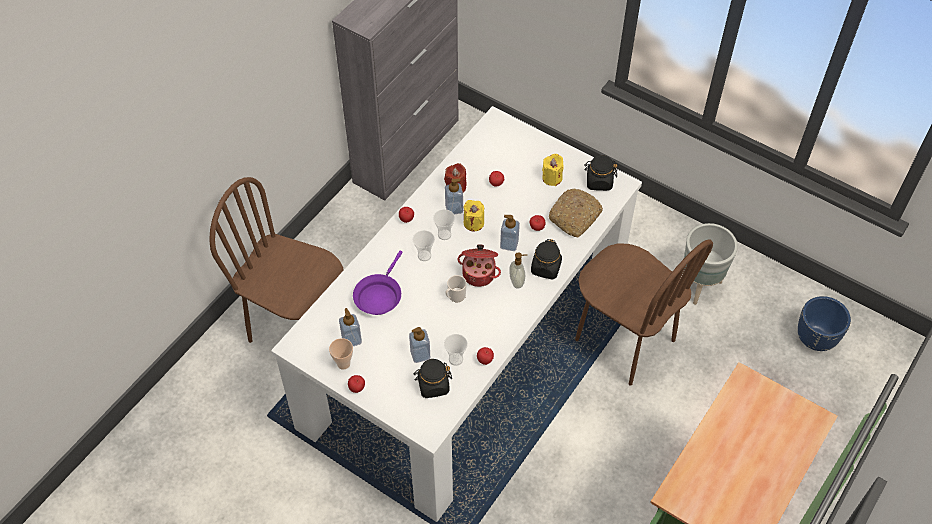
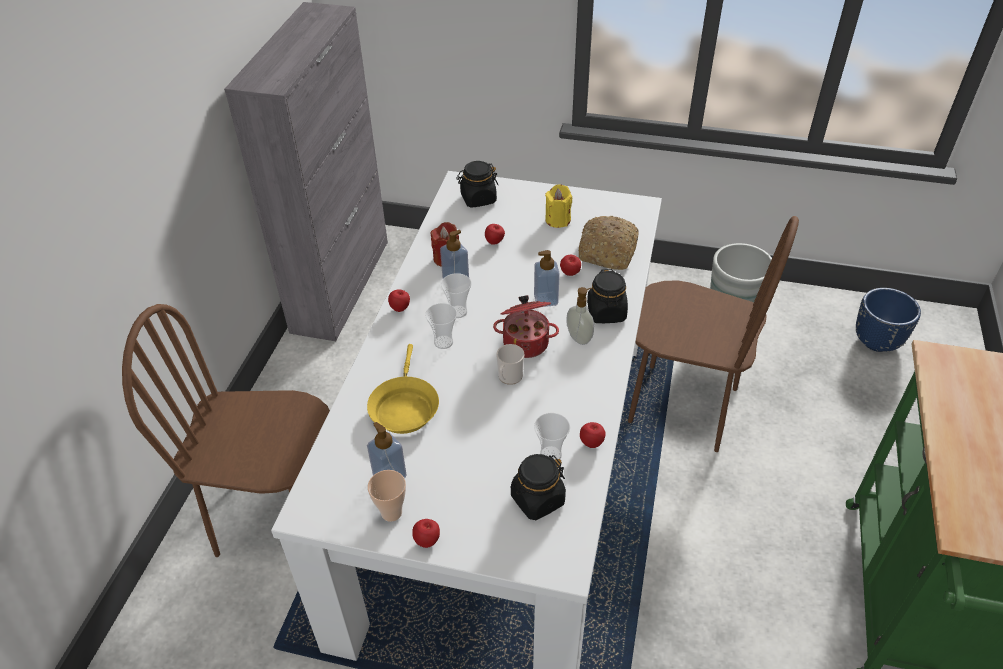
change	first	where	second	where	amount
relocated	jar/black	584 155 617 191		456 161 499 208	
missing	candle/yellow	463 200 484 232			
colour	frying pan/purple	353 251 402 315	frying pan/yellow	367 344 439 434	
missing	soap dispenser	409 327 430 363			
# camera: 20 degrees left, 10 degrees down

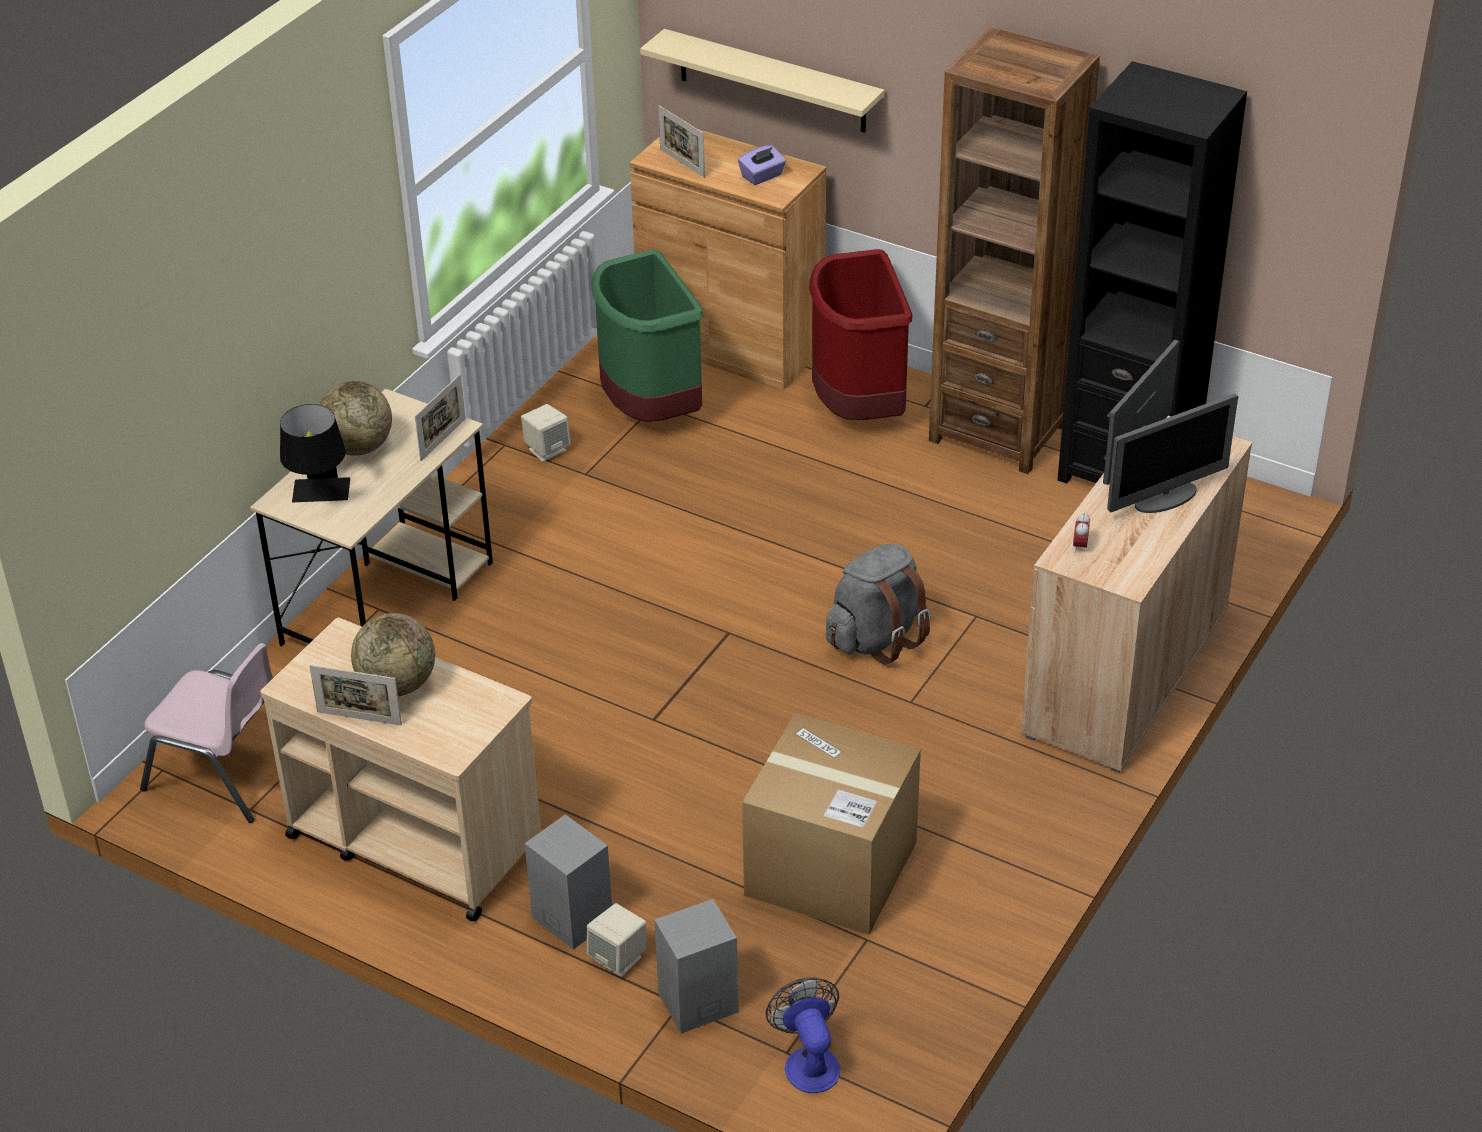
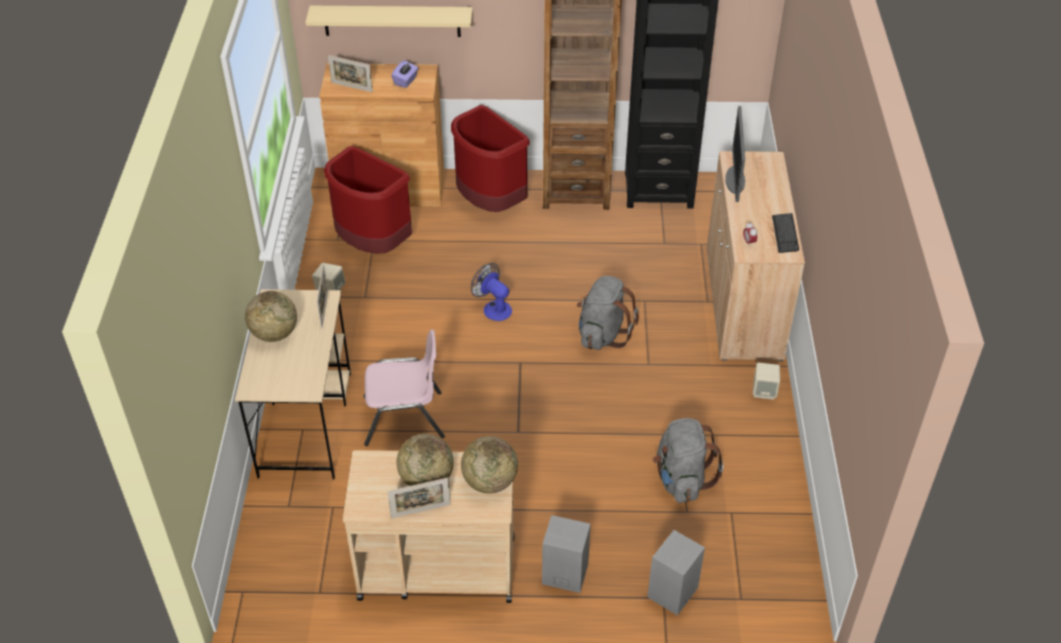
change	first	where	second	where	amount
colour	trash can/green	591 249 703 422	trash can/red	324 146 412 254	
missing	monitor	1107 393 1238 513			
missing	table lamp/black	280 404 350 502			
relocated	chair/pink	140 643 273 823		363 329 445 446	
exchanged	cardboard box	742 713 921 935	backpack/grey	653 418 724 503	
relocated	speaker/beige	587 903 646 977		753 362 780 400	
relocated	fan	766 977 840 1093		471 263 512 321	
appeared			keyboard	772 213 799 253	
appeared			globe	461 436 518 494	
# camera: 30 degrees left, 5 degrees up

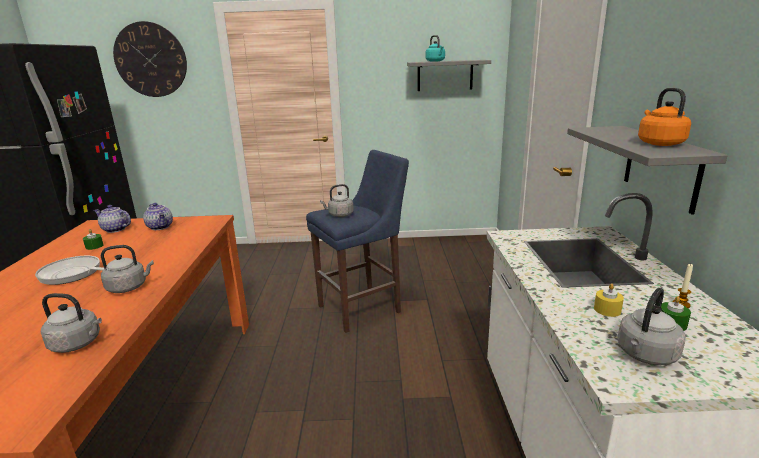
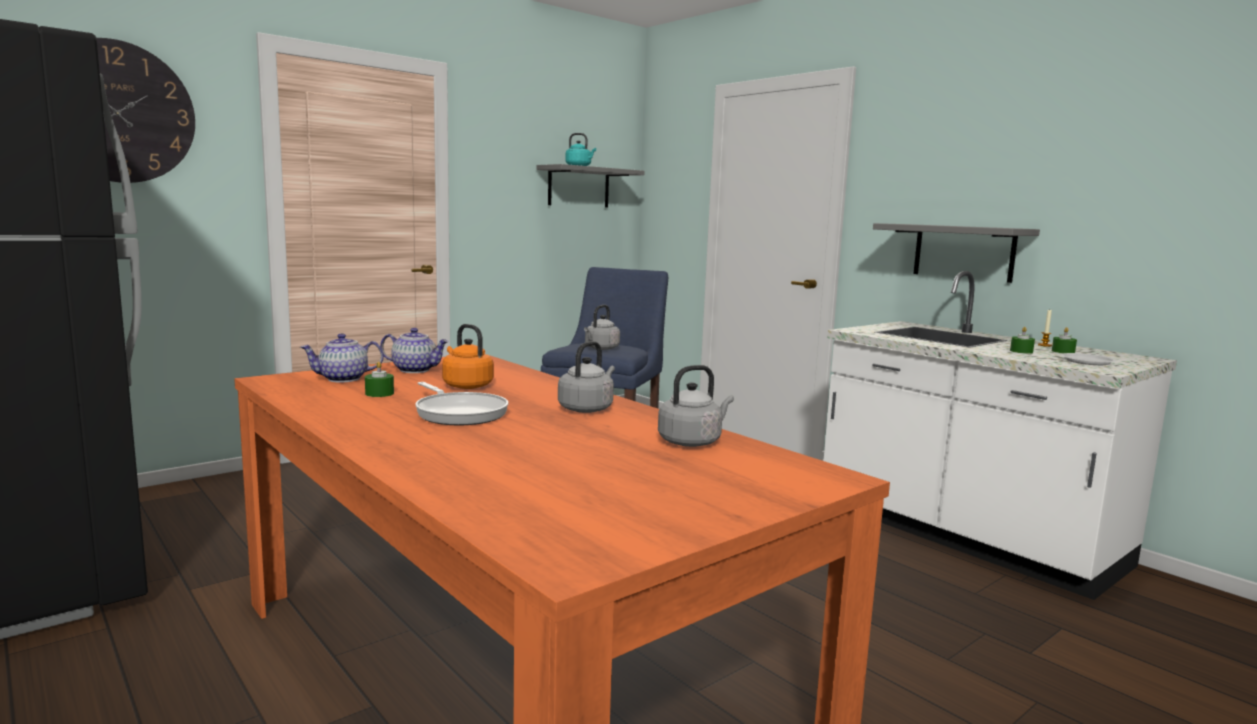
change	first	where	second	where	amount
relocated	kettle/orange	638 88 691 146		442 324 494 389	
spun	frying pan	35 256 104 285		415 382 509 426	105 degrees counterclockwise
colour	candle/yellow	594 283 624 317	candle/green	1010 327 1035 354	
exchanged	kettle/grey	617 288 686 365	plate/white	1061 353 1116 365	
# camera: 40 degrees left, 10 degrees down

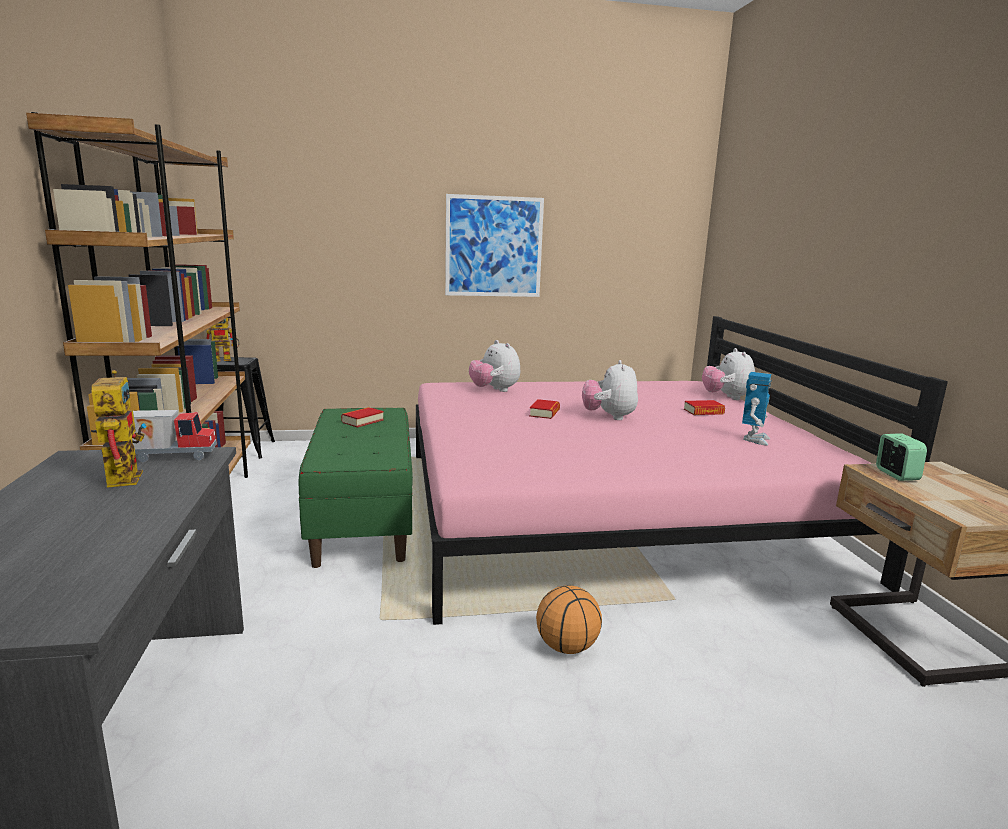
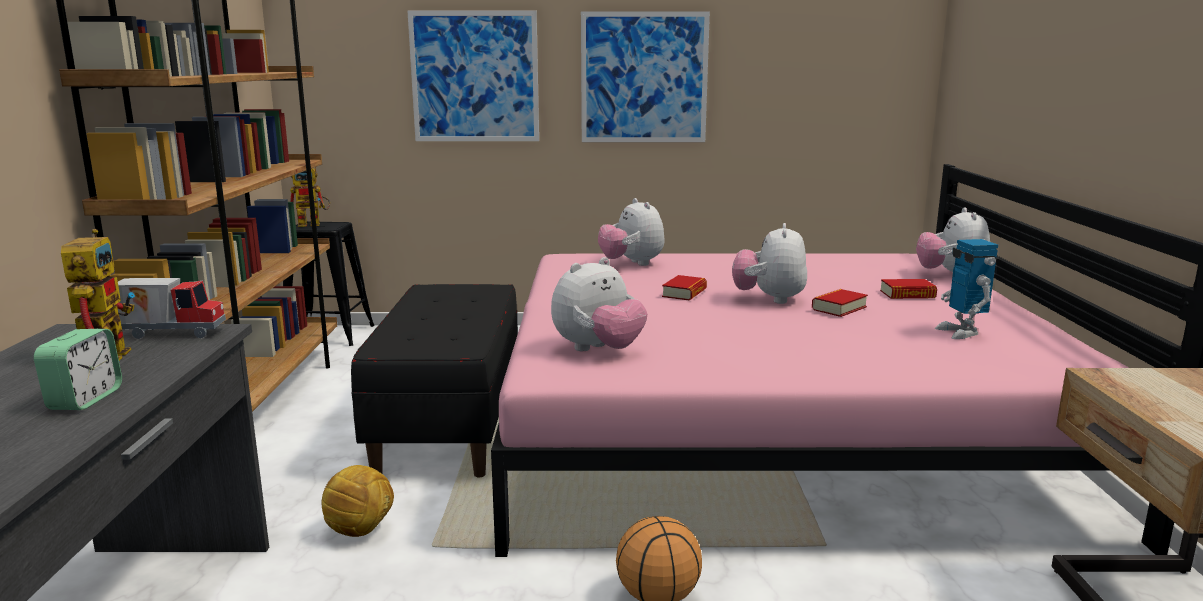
change	first	where	second	where	amount
spun	toy robot	742 372 771 446		935 239 998 339	135 degrees clockwise
relocated	book	341 407 384 428		812 289 868 317	
colour	bench/green	299 408 413 568	bench/black	351 284 518 477	
relocated	alarm clock	876 434 927 481		34 329 122 410	
appeared			picture	407 11 539 141	
appeared			plush toy	551 257 647 351	
appeared			football	322 465 394 537	
# camera: 10 degrees right, 0 degrees up

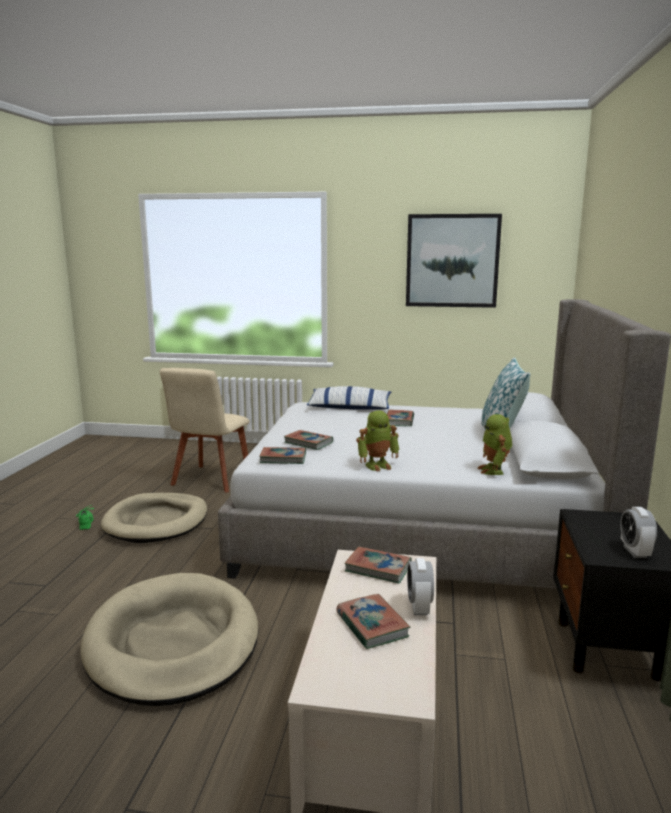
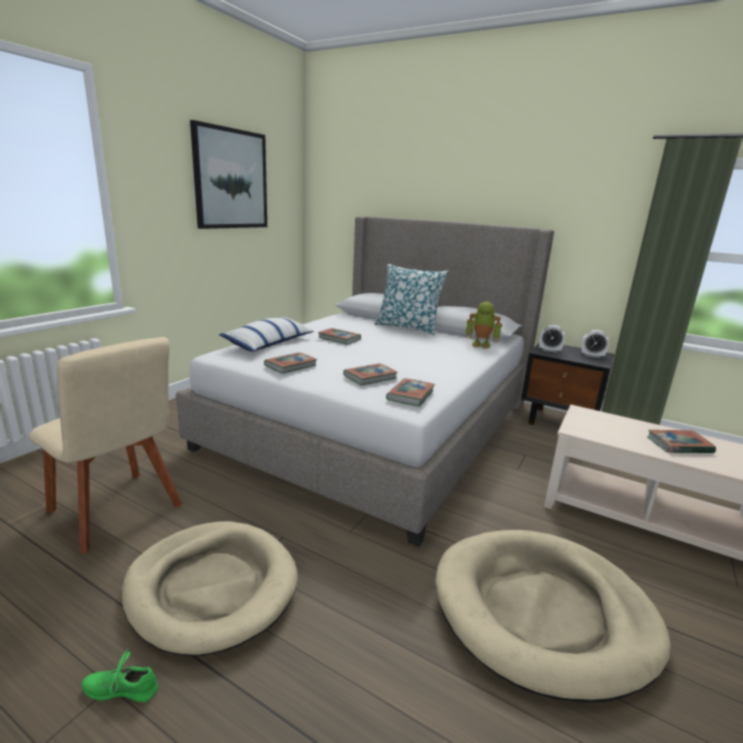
change	first	where	second	where	amount
missing	toy robot	356 410 399 472			
relocated	book	345 547 412 584		264 352 317 374	
relocated	alarm clock	407 558 434 615		539 325 565 353	
# camera: 70 degrees left, 5 degrees up

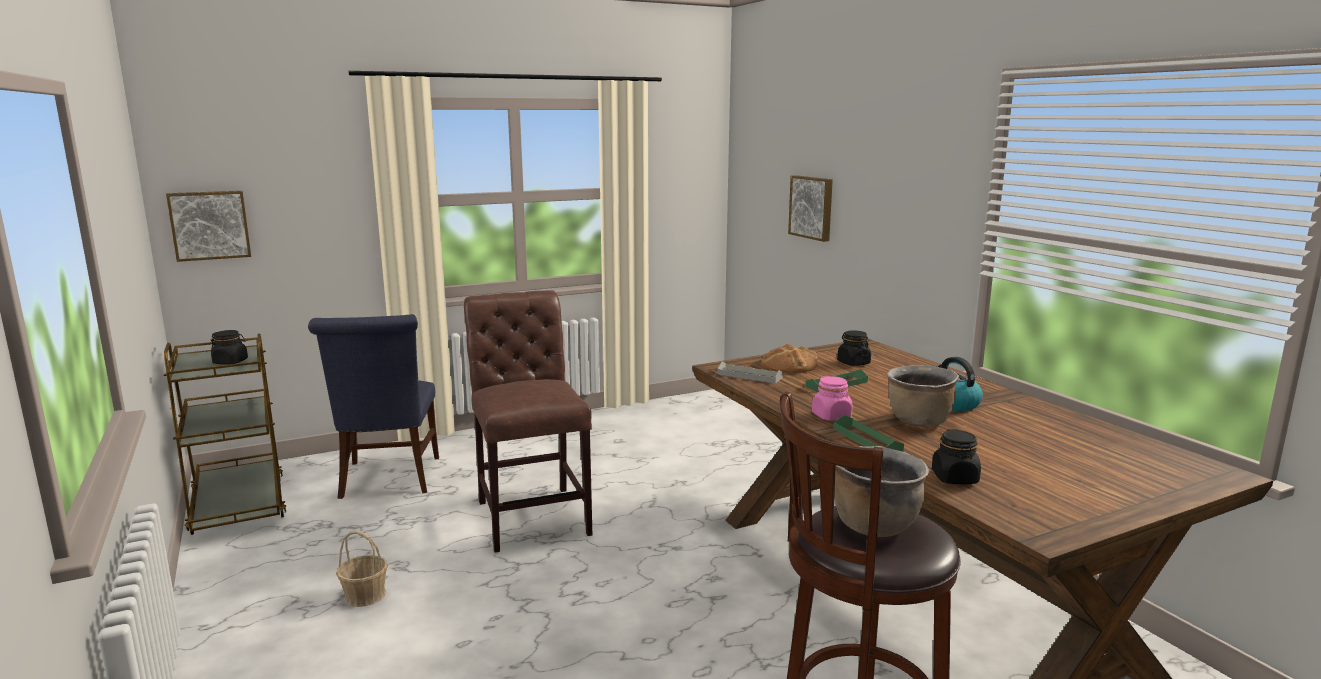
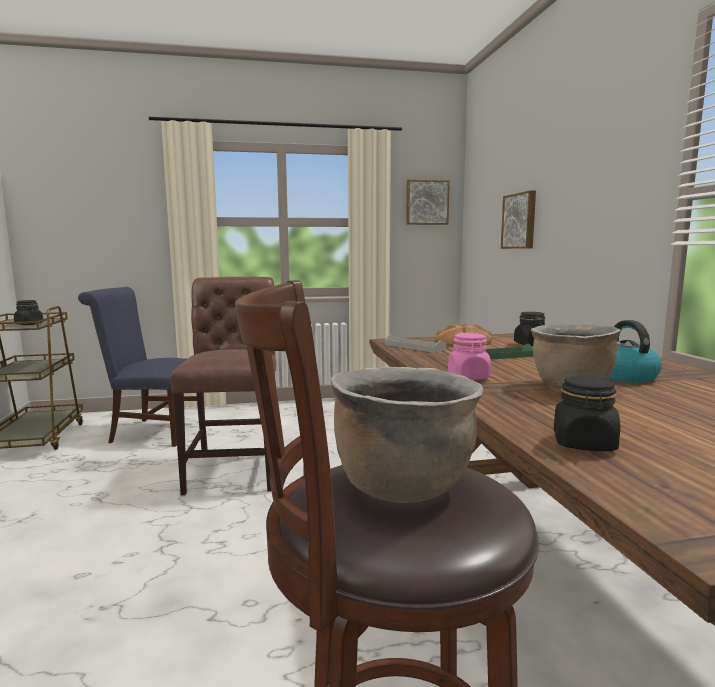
change	first	where	second	where	amount
relocated	picture	166 191 251 262		406 180 450 225	
spun	chair/blue	308 314 439 499		78 287 205 447	90 degrees clockwise
missing	tray/green	834 415 904 452			
missing	basket	336 531 388 607			
# camera: 15 degrees right, 5 degrees down

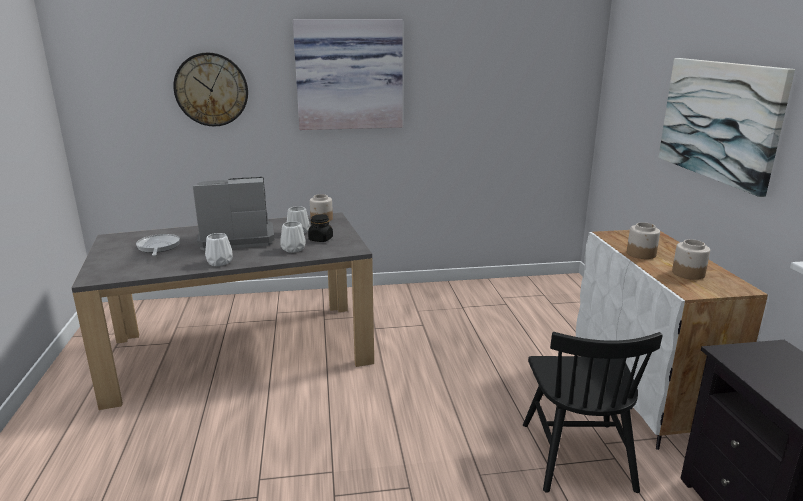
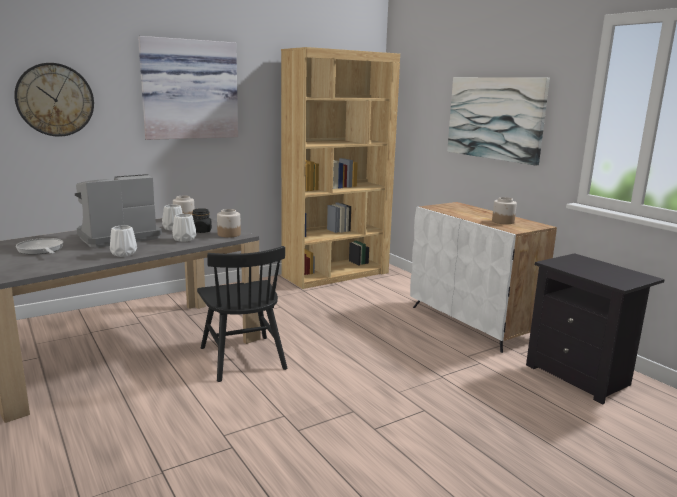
change	first	where	second	where	amount
relocated	jar	627 222 660 259		217 209 241 238	
relocated	chair/black	523 332 663 493		197 246 287 382	
appeared			bookcase/brown	281 47 400 289	
# camera: 25 degrees left, 5 degrees down

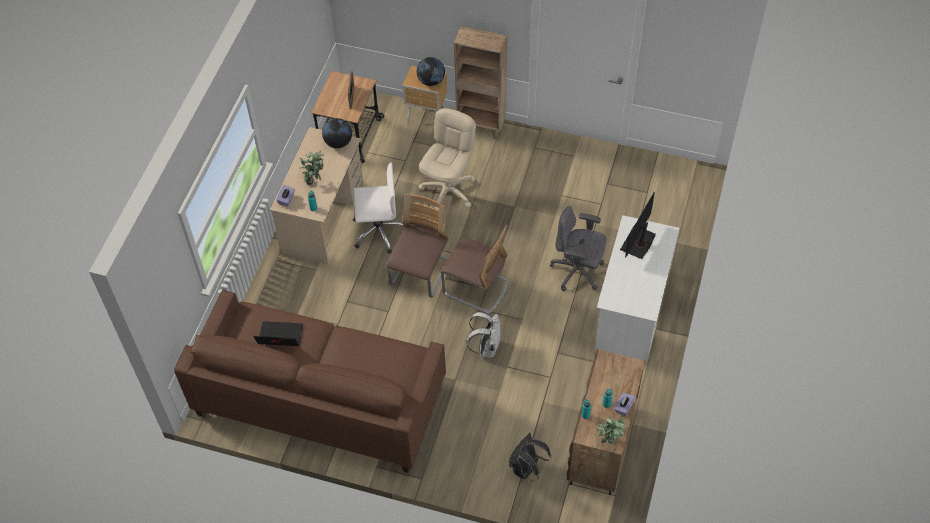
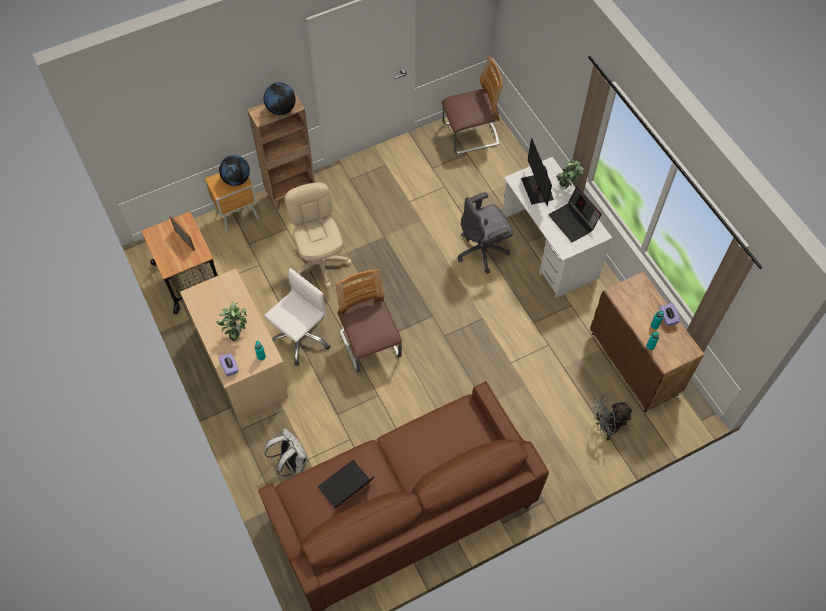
change	first	where	second	where	amount
relocated	globe	322 118 352 148		263 83 296 115	
relocated	chair	440 225 510 314		442 56 503 154	
relocated	backpack/white	466 312 501 358		264 428 308 476	
relocated	potted plant	597 416 627 445		556 159 584 189	
exchanged	backpack/black	509 433 551 481	fan/grey	593 395 632 440	
appeared			laptop	548 186 601 242	
# camera: 45 degrees left, 5 degrees up

